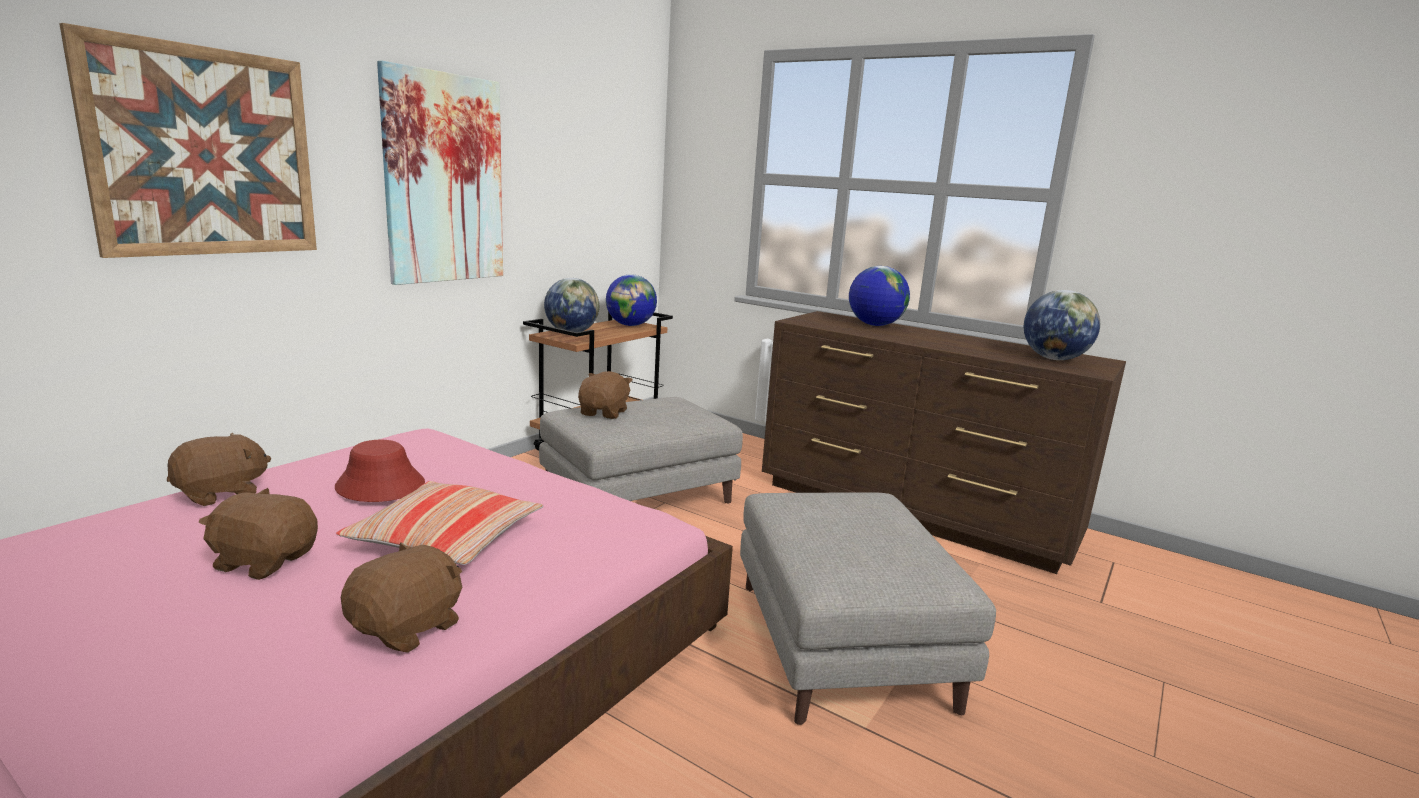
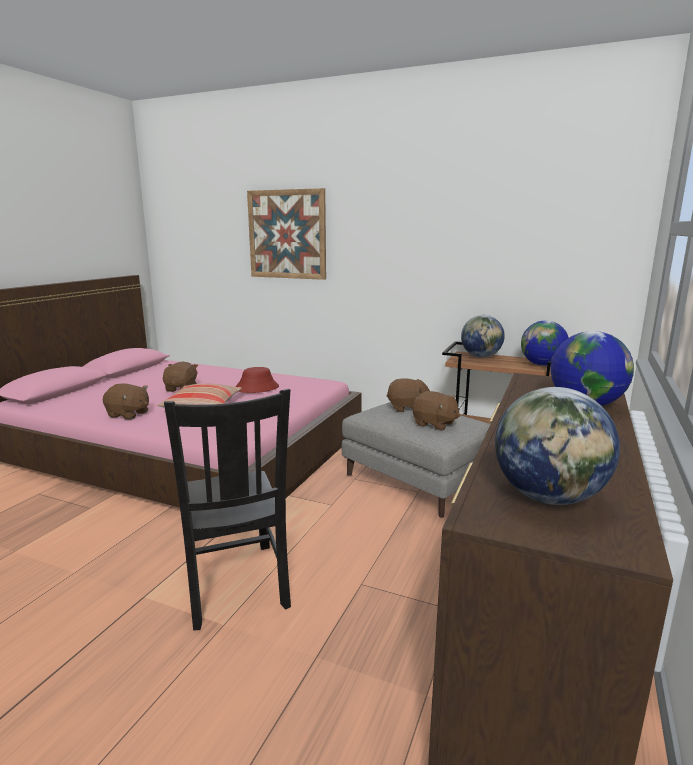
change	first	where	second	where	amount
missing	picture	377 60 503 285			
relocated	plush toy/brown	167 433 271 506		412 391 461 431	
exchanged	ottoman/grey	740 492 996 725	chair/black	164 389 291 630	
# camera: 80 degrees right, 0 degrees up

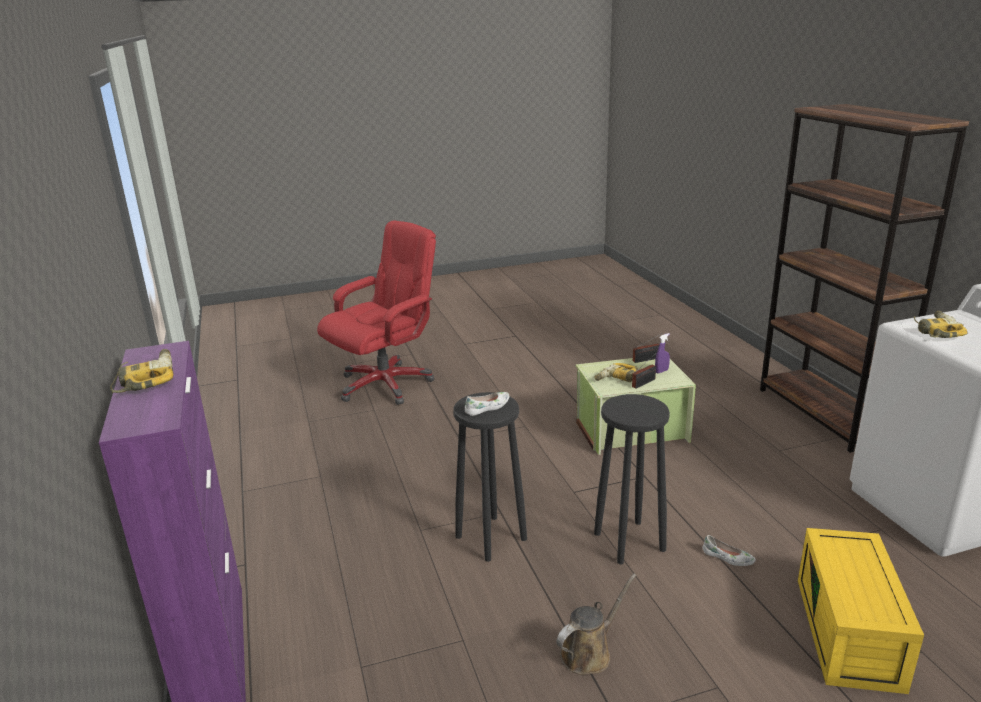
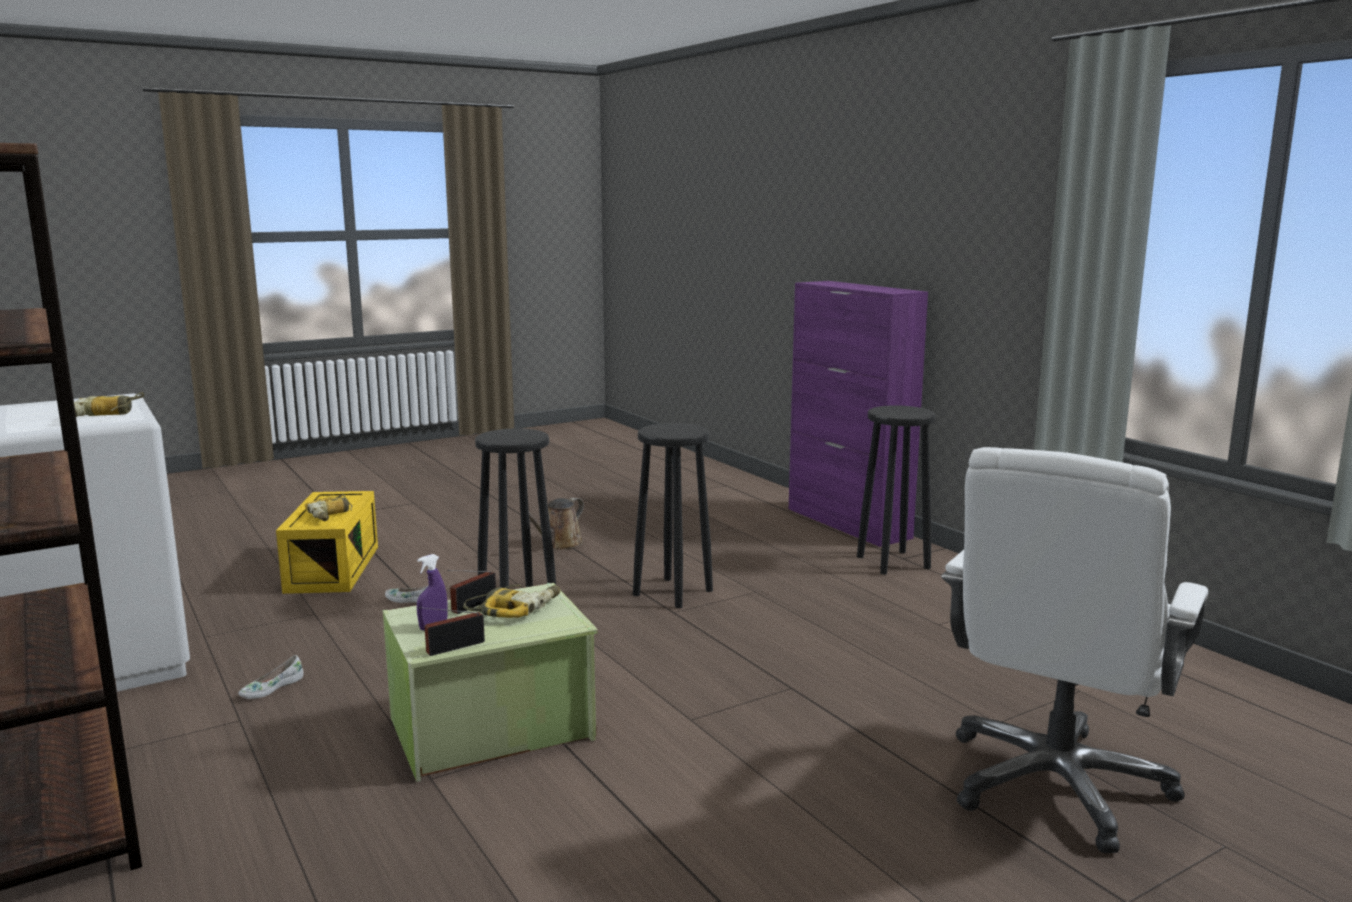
change	first	where	second	where	amount
colour	office chair/red	317 220 436 405	office chair/white	941 447 1208 853	
relocated	power drill	110 349 174 393		305 494 352 521	
relocated	shoe/white	465 392 509 416		238 655 304 699	
appeared			stool/black	857 405 935 575	
# camera: 165 degrees right, 10 degrees down

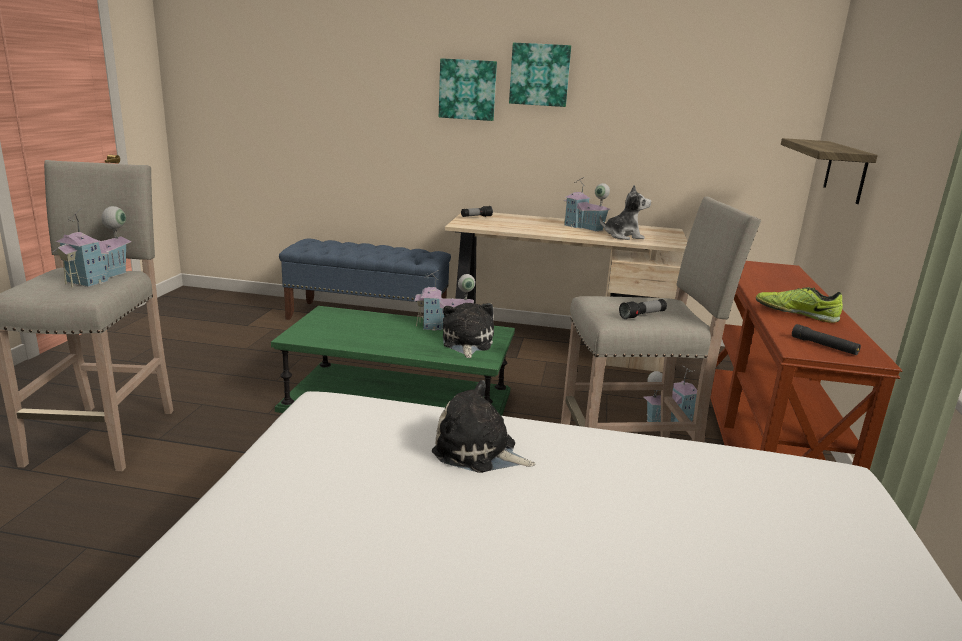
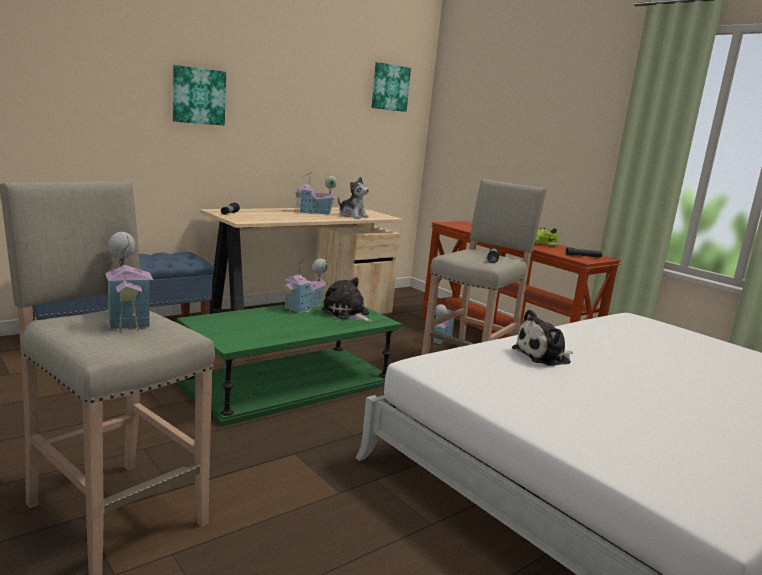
change	first	where	second	where	amount
relocated	picture	509 43 571 107		372 62 411 112	
missing	shelf	781 138 878 204			
spun	plush toy	599 185 651 240		338 176 369 219	90 degrees clockwise
# camera: 50 degrees left, 5 degrees down

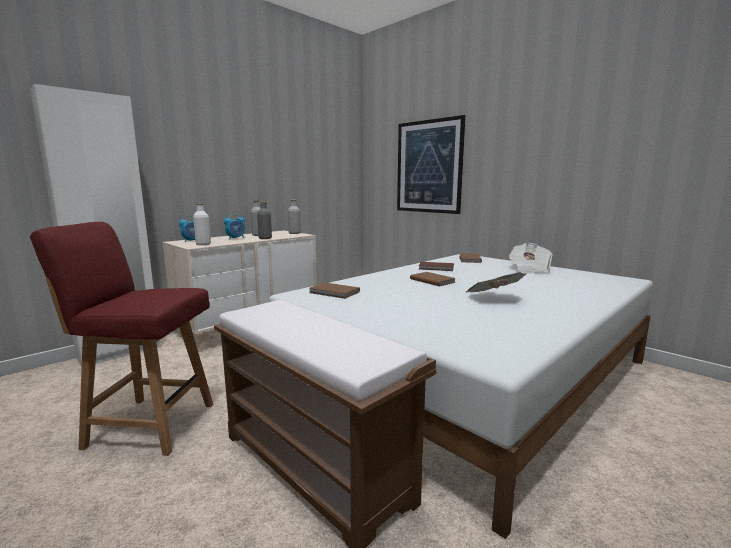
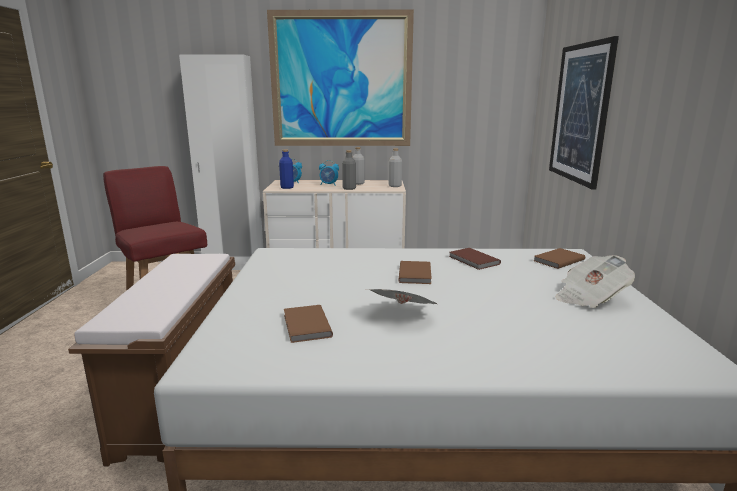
change	first	where	second	where	amount
colour	bottle/white	193 203 211 245	bottle/blue	279 150 294 189	
relocated	book/brown	309 282 360 299		284 305 333 343	
appeared			picture	267 9 414 146	
# camera: 45 degrees right, 5 degrees up

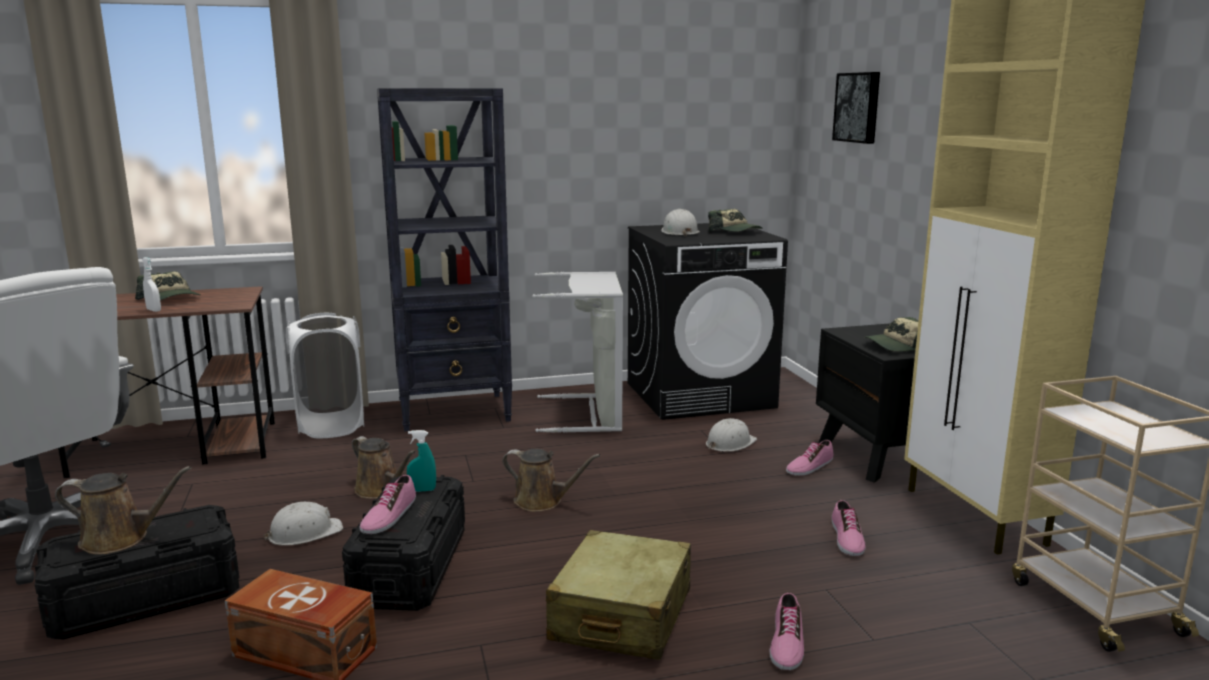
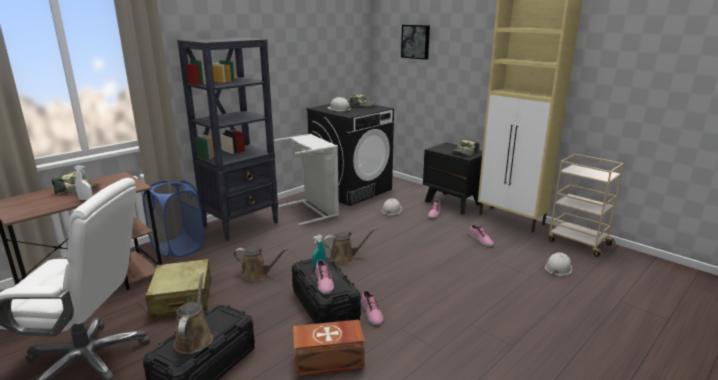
change	first	where	second	where	amount
colour	laundry basket/white	286 313 364 438	laundry basket/blue	143 181 204 258	
spun	watering can/brown	55 466 192 555		174 273 213 354	60 degrees counterclockwise
relocated	hard hat/white	263 502 343 546		545 252 572 276	
relocated	suitcase/beige	546 530 691 660		145 259 212 319	
relocated	shoe	770 592 804 670		361 290 383 325	
# camera: 30 degrees left, 5 degrees up

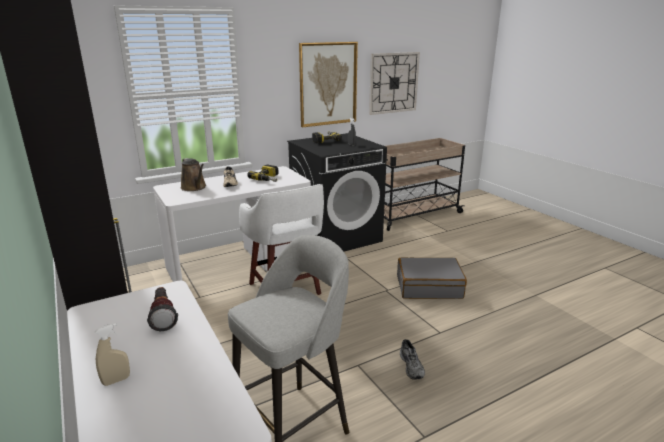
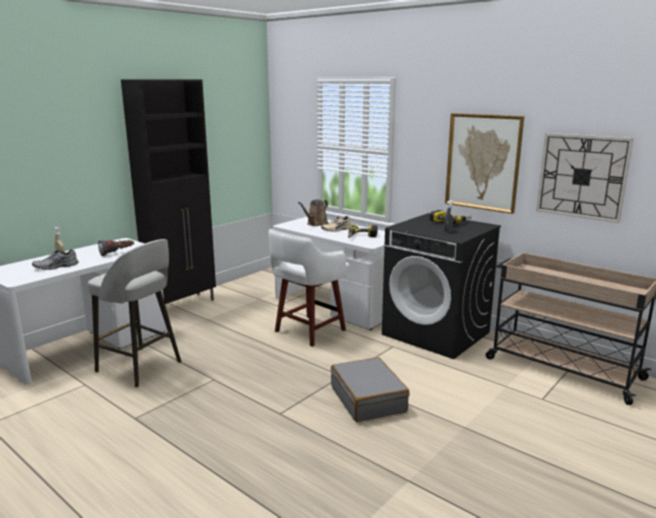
change	first	where	second	where	amount
relocated	shoe/grey	400 339 425 380		32 249 79 270	
# camera: 70 degrees right, 5 degrees down

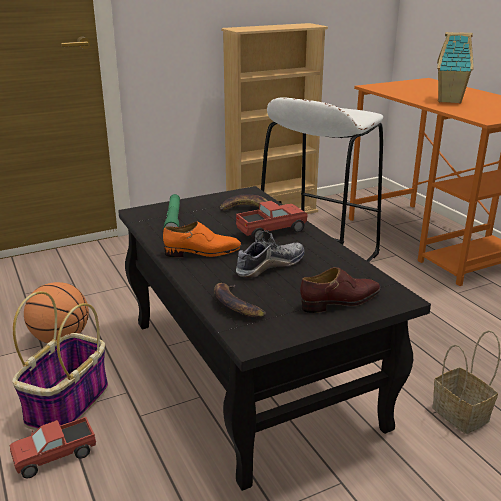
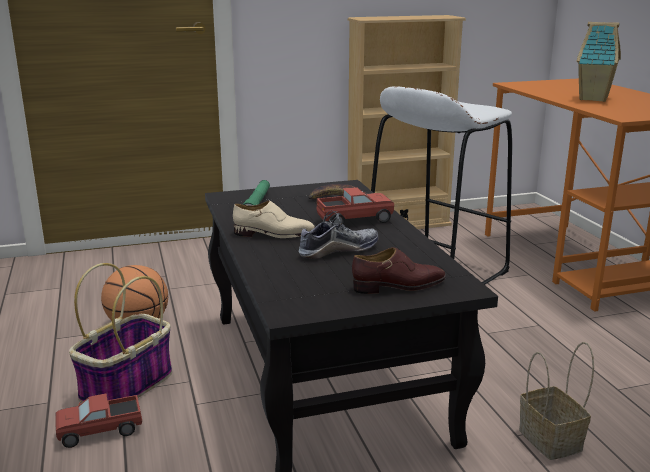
change	first	where	second	where	amount
colour	shoe/orange	163 222 241 258	shoe/beige	233 201 315 238	
missing	banana	214 283 266 317			
# camera: 10 degrees right, 5 degrees down

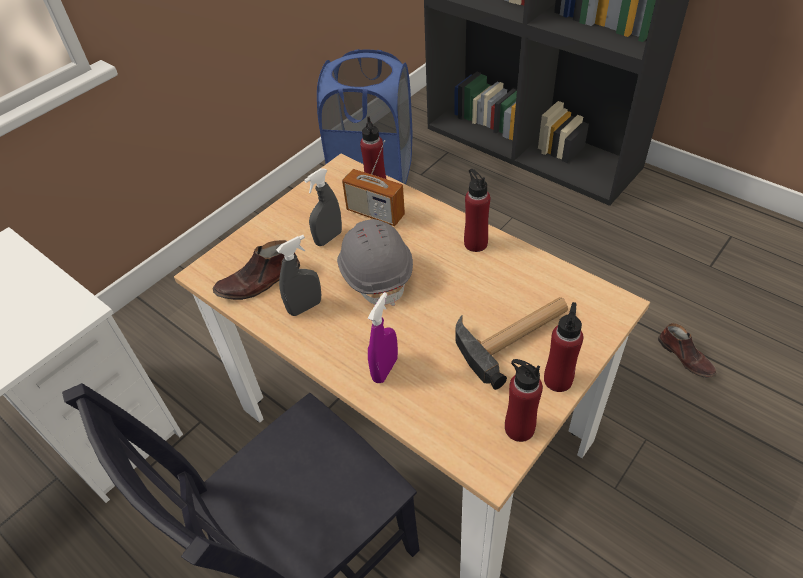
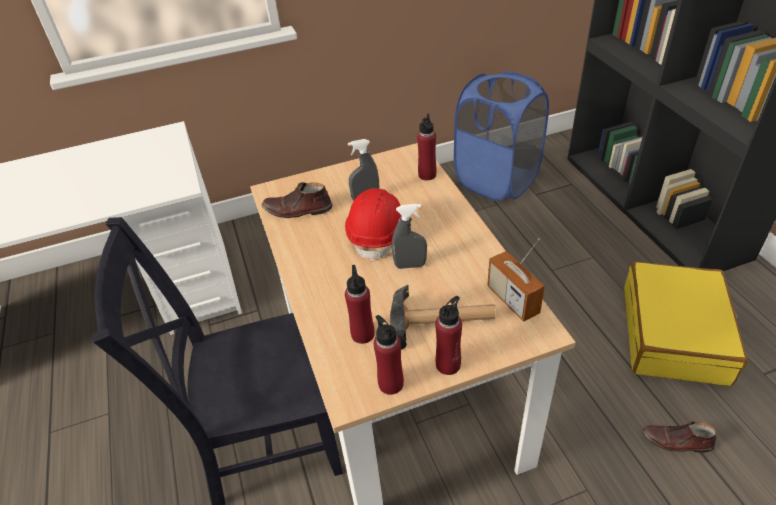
change	first	where	second	where	amount
relocated	radio	342 140 405 226		487 239 545 322	
relocated	bottle/red	464 169 490 252		345 265 374 344	
colour	hard hat/grey	337 219 413 306	hard hat/red	345 188 401 262	
relocated	spray bottle/grey	276 235 321 316		392 204 427 269	
missing	spray bottle/purple	368 292 398 383			
spun	shoe/brown	658 323 717 378		643 421 717 453	105 degrees clockwise
appeared			suitcase/yellow	624 262 748 386	
# camera: 30 degrees right, 5 degrees down

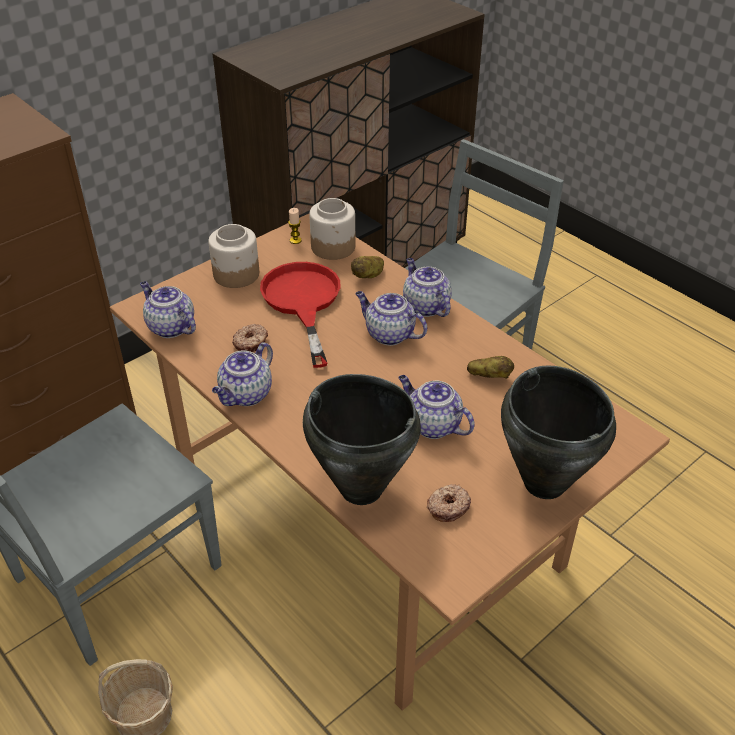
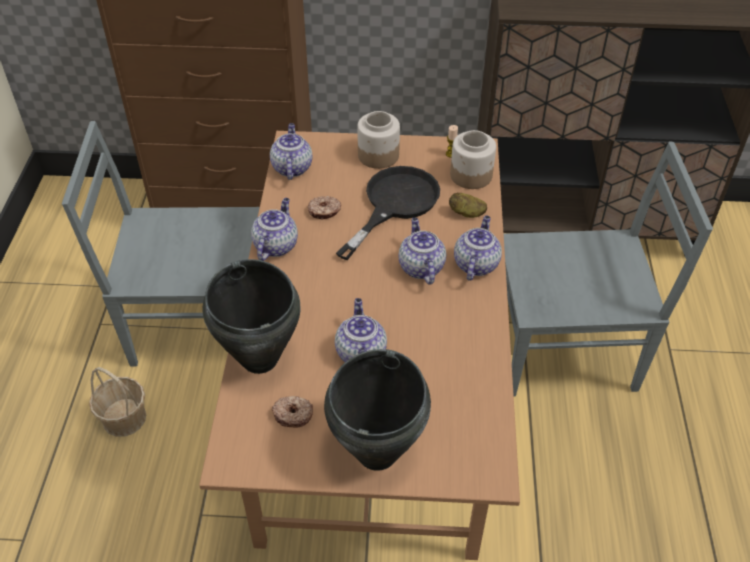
change	first	where	second	where	amount
colour	frying pan/red	260 262 341 368	frying pan/black	336 166 440 260	
spun	teapot	212 342 273 406		251 198 298 261	120 degrees clockwise
missing	potato	467 356 514 379			
# camera: 45 degrees right, 5 degrees up

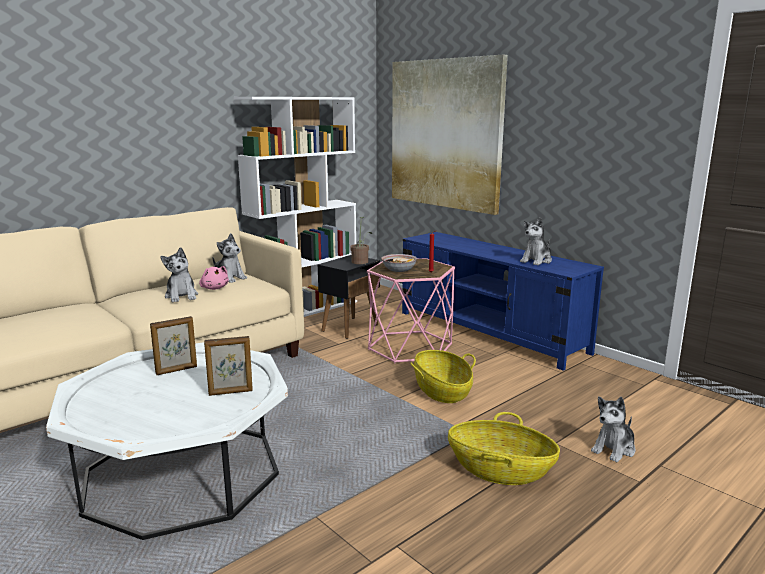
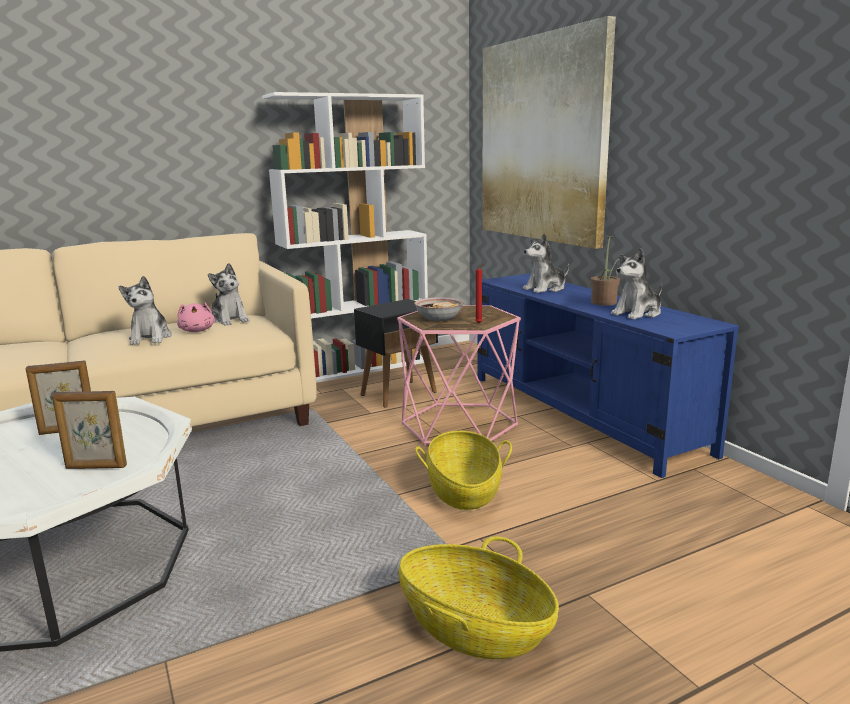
change	first	where	second	where	amount
relocated	potted plant	350 217 372 264		591 236 620 305	
relocated	plush toy	591 396 635 462		522 234 569 293	
# camera: 15 degrees right, 0 degrees up

